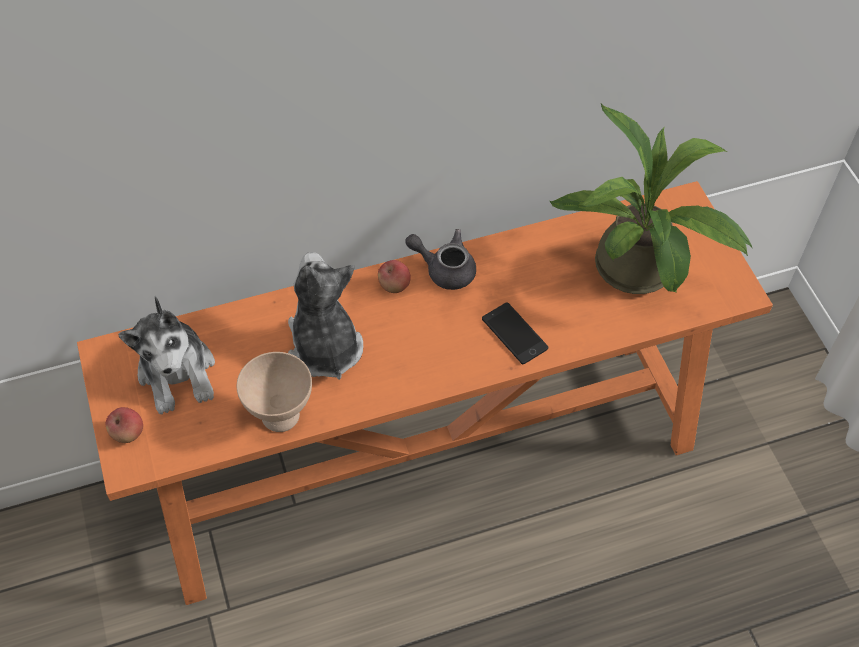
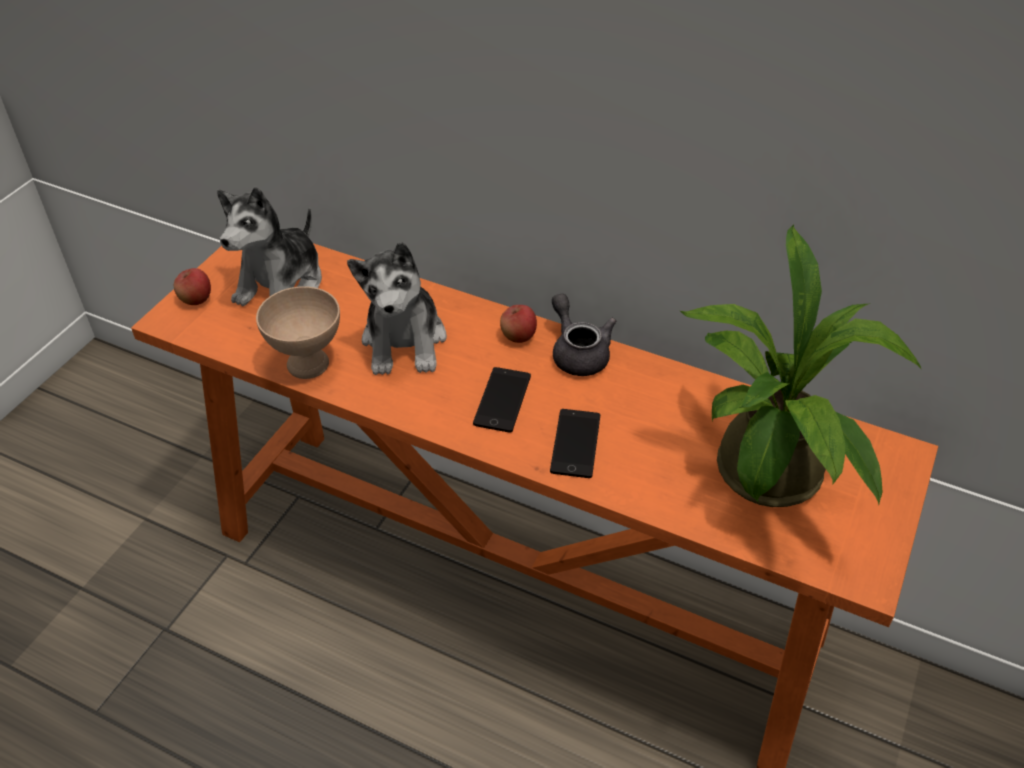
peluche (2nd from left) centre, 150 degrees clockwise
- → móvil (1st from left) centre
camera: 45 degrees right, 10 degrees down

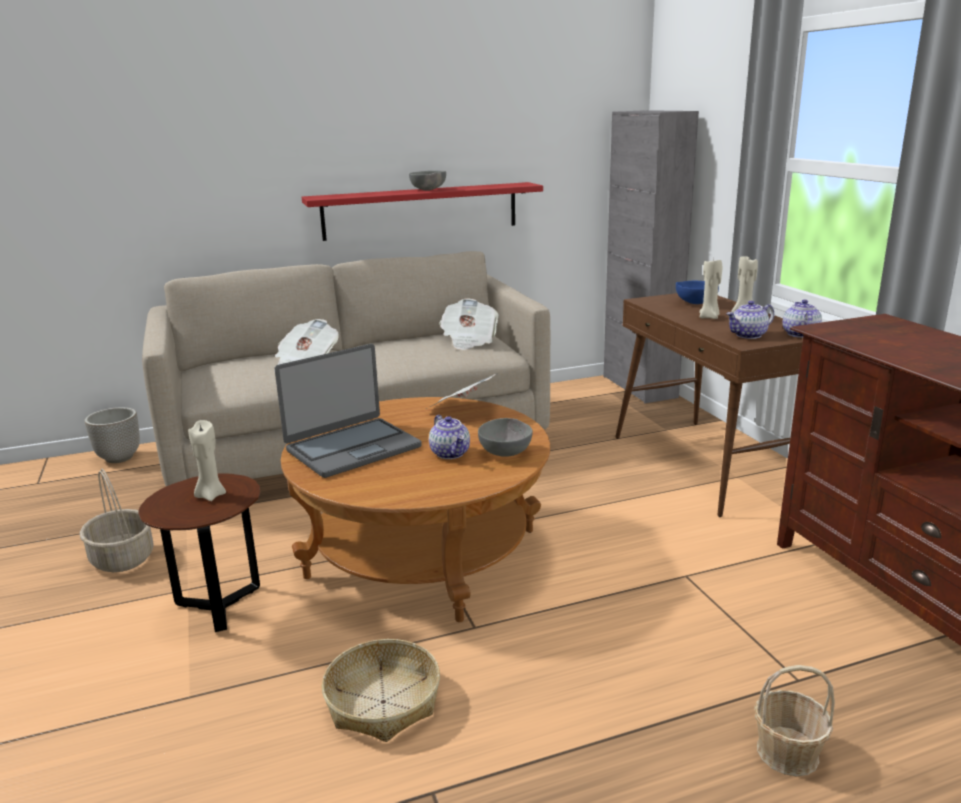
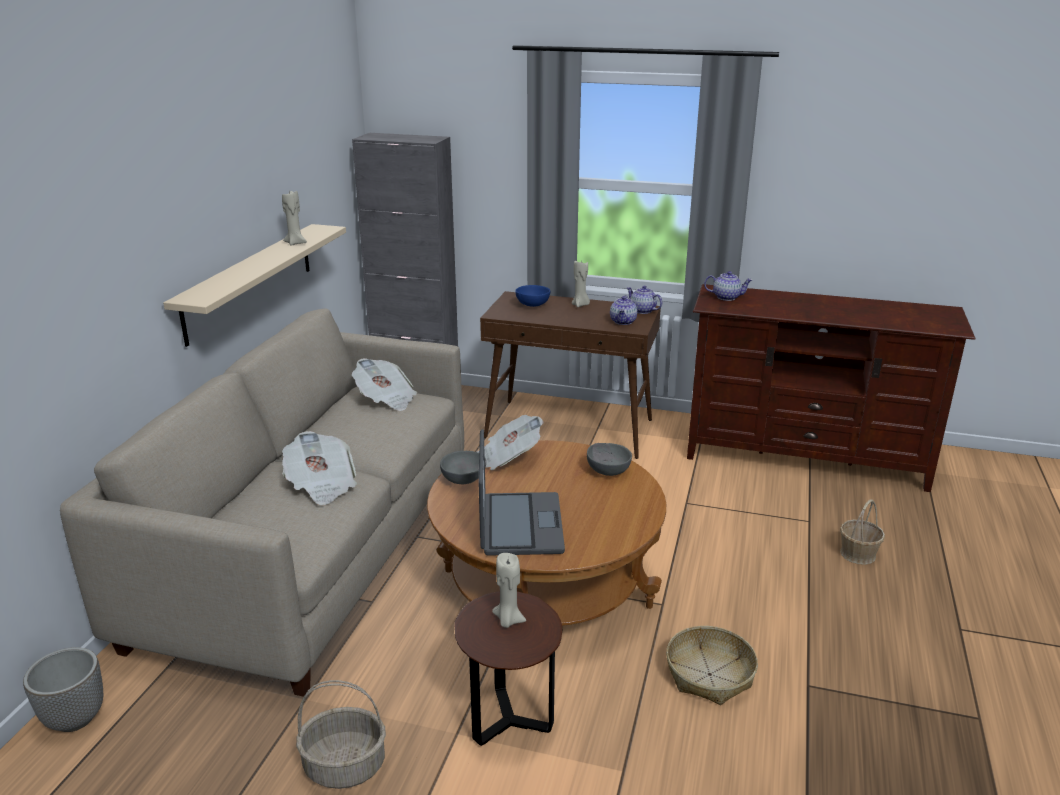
estante [rojo] top centre → estante [beis] middle left
vela [beis] (2nd from left in the first image) middle right → vela [beis] (1st from left) top left, move
cuenco [gris] (1st from left) top centre → cuenco [gris] (1st from left) centre, move
tetera (1st from left in the first image) centre → tetera (3rd from left) middle right, move
camera: 55 degrees left, 5 degrees up

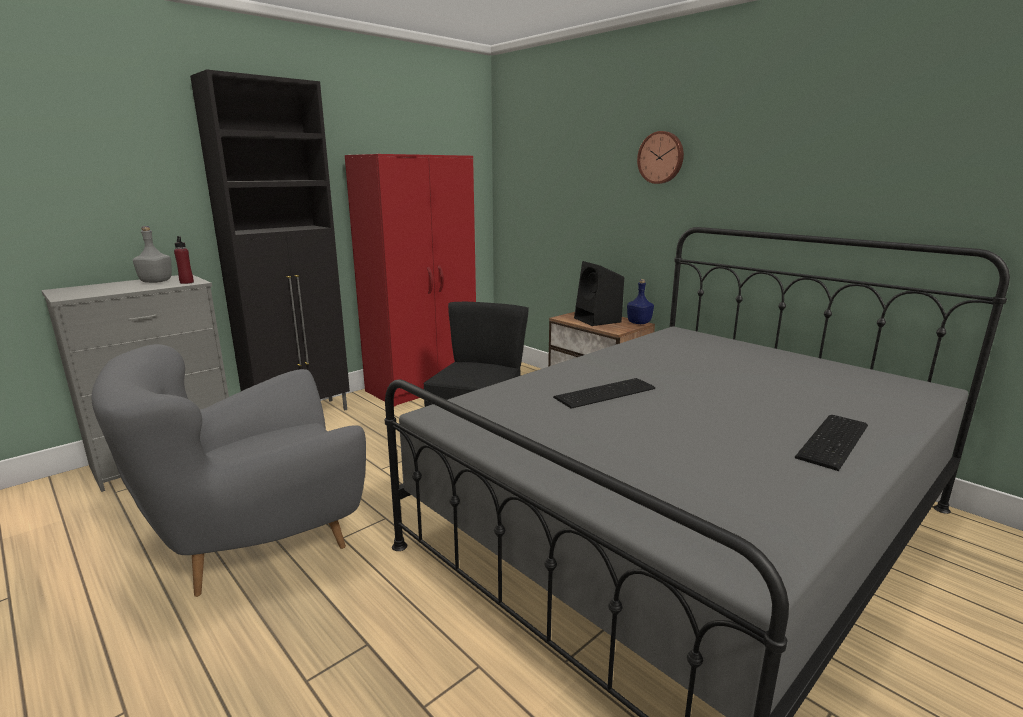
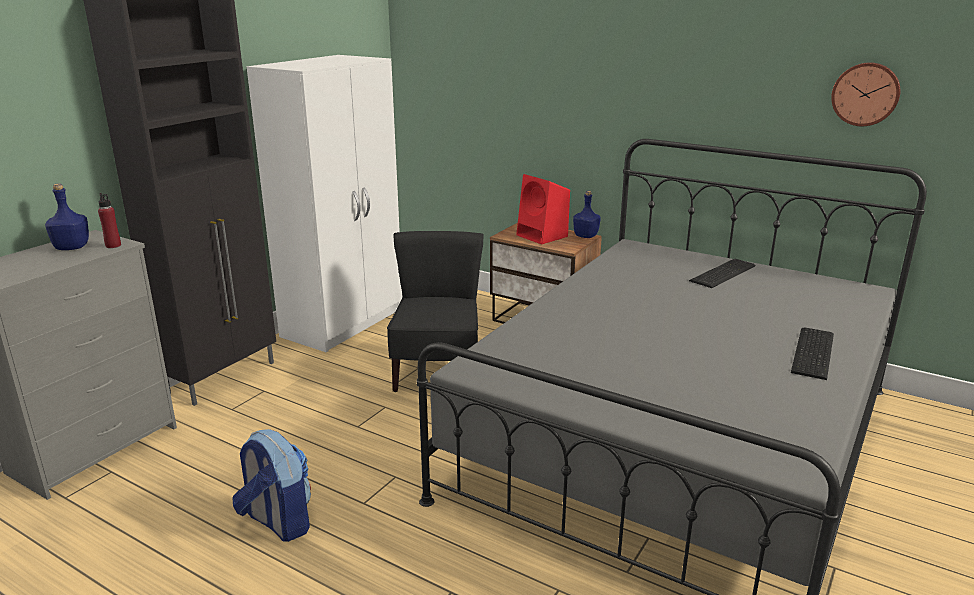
botella [gris] middle left → botella [azul] (1st from left) middle left
sillón [gris] middle left → mochila bottom left
armario ropero [rojo] centre → armario ropero [blanco] centre
altavoz [negro] centre → altavoz [rojo] centre
teclado (1st from left) centre → teclado (1st from left) middle right, move
reloj de pared top centre → reloj de pared top right, move
camera: 15 degrees left, 5 degrees up

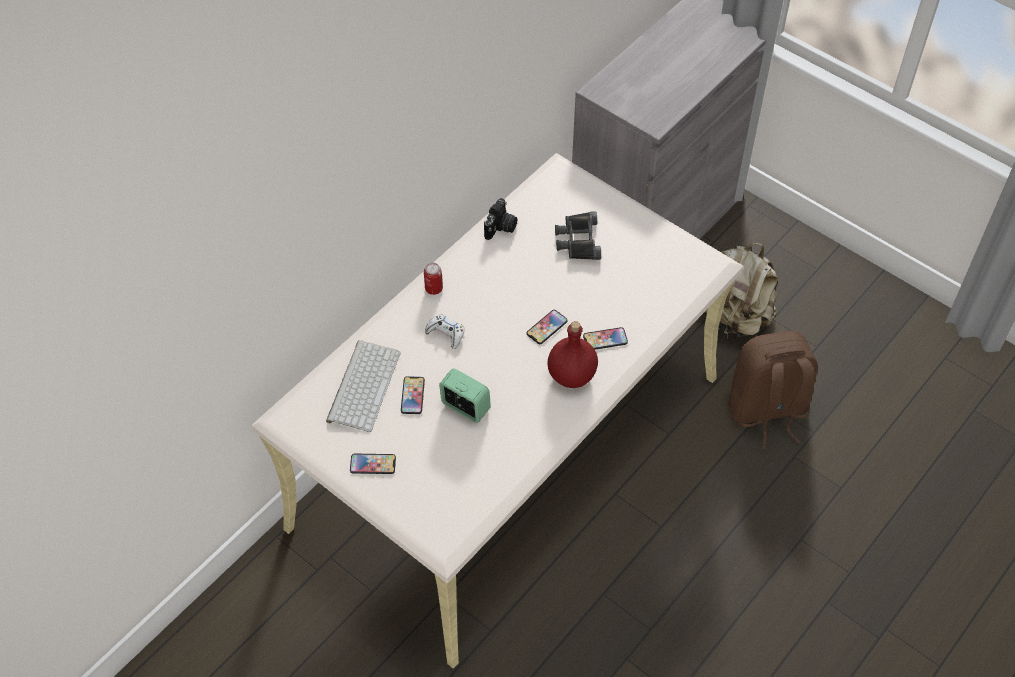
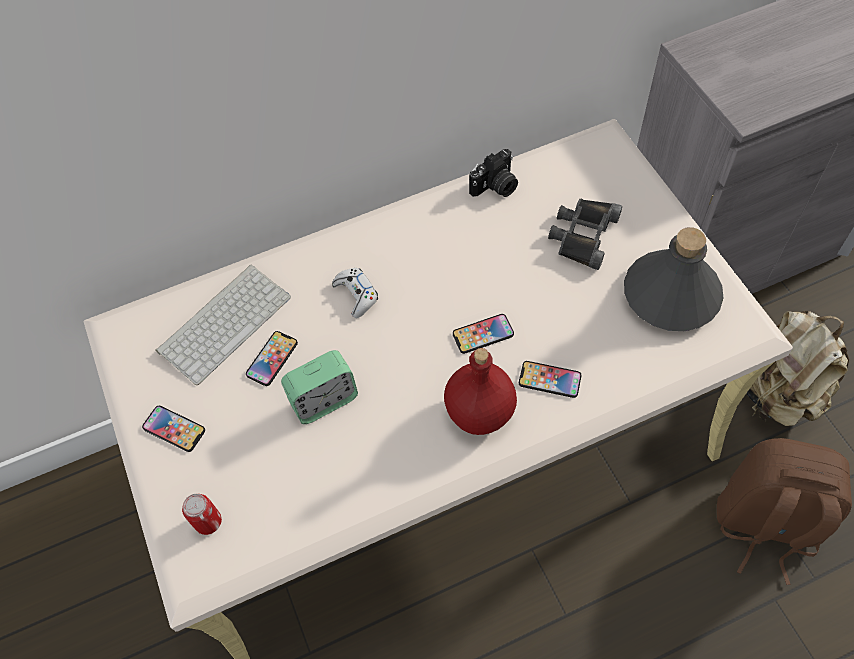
lata centre → lata bottom left, move
despertador centre, 90 degrees clockwise
- → botella [gris] middle right
camera: 30 degrees right, 5 degrees up

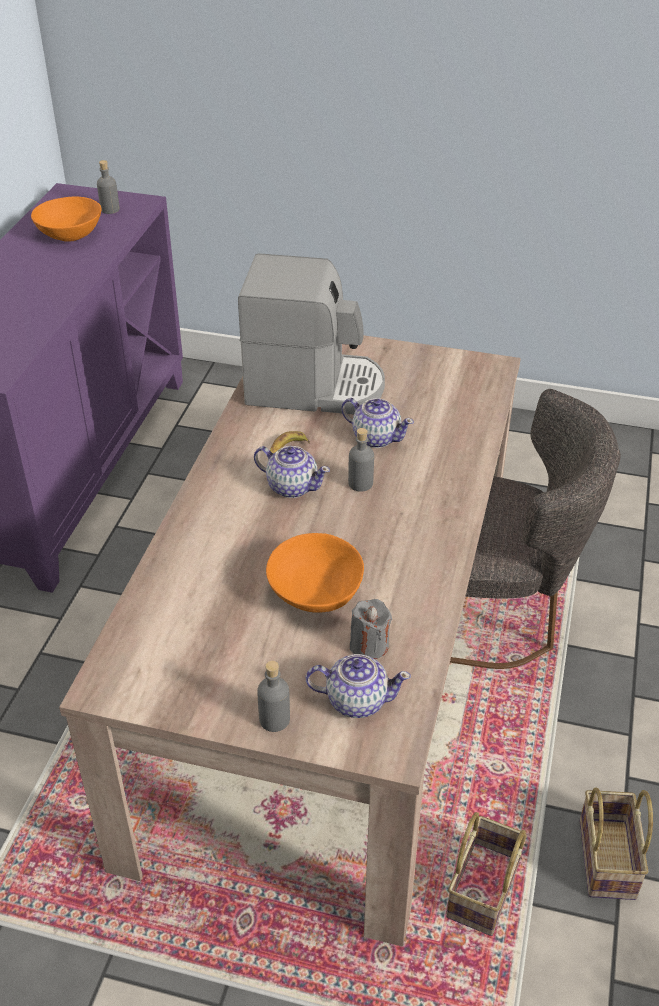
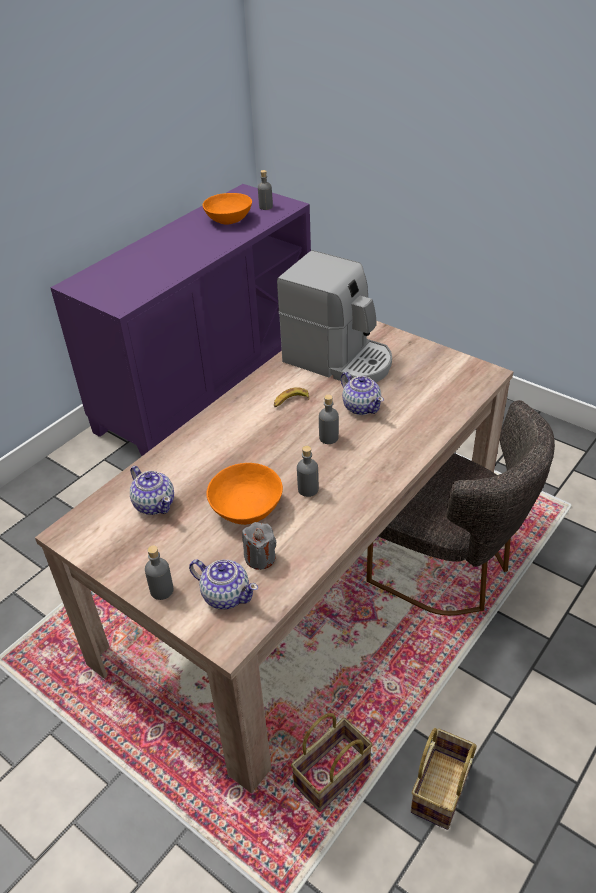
tetera (1st from left) centre → tetera (1st from left) middle left, move
- → botella [gris] (3rd from left) centre
camera: 25 degrees right, 0 degrees up

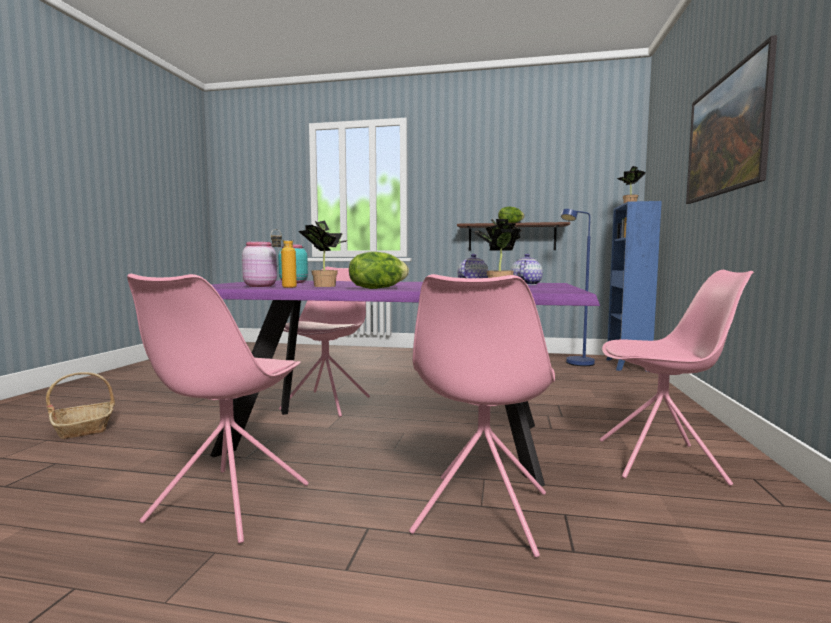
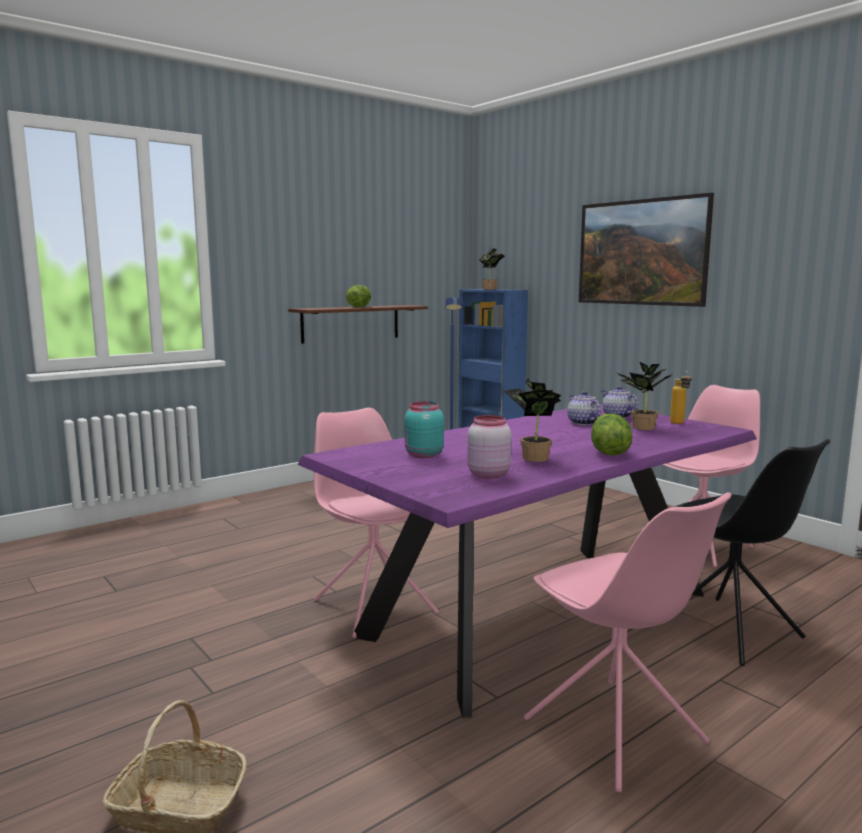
botella centre → botella middle right, move
silla [rosa] (3rd from left) bottom centre → silla [negro] middle right
camera: 50 degrees left, 5 degrees up

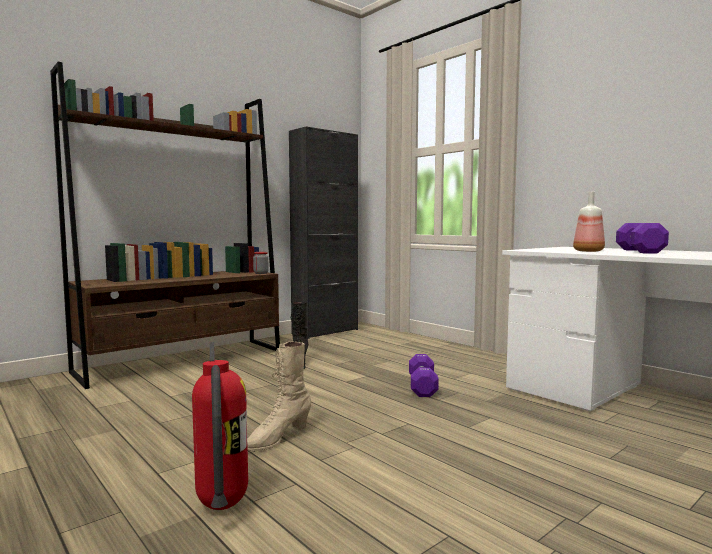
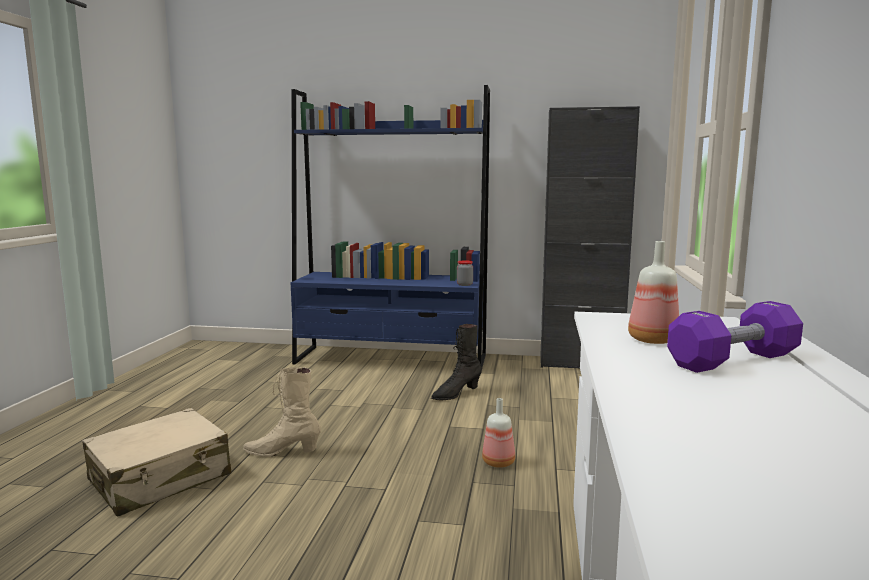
extintor bottom left → maleta [beis] bottom left
estantería [marrón] middle left → estantería [azul] centre
mancuerna [morado] (1st from left) bottom centre → botella (1st from left) bottom centre
camera: 50 degrees right, 5 degrees up

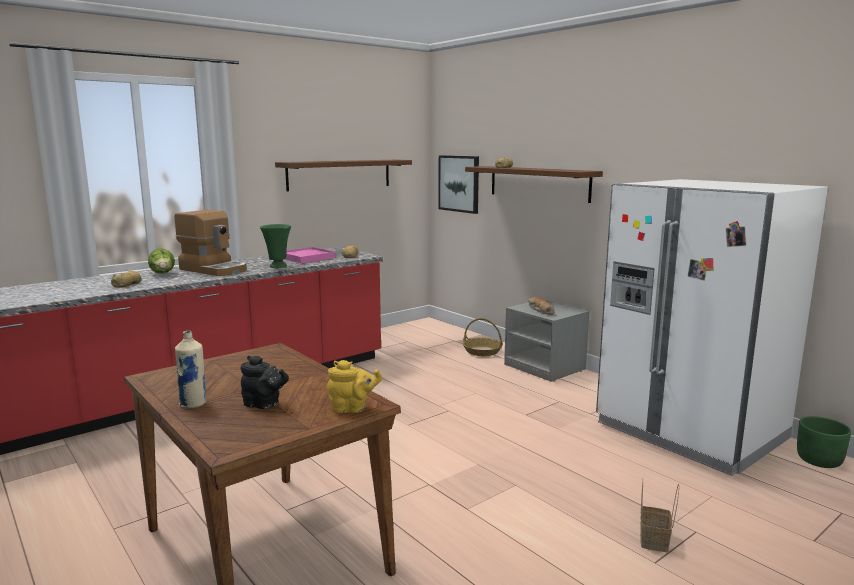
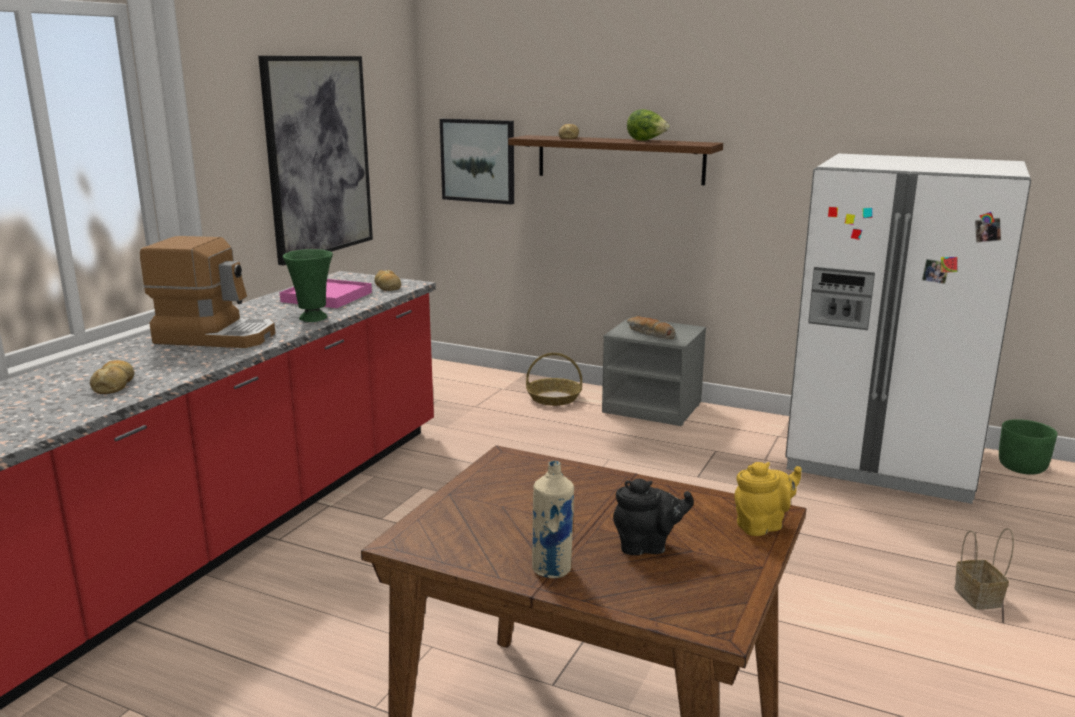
estante [marrón] (1st from left) top centre → cuadro (1st from left) top left
lechuga middle left → lechuga top centre, move
camera: 25 degrees left, 5 degrees up

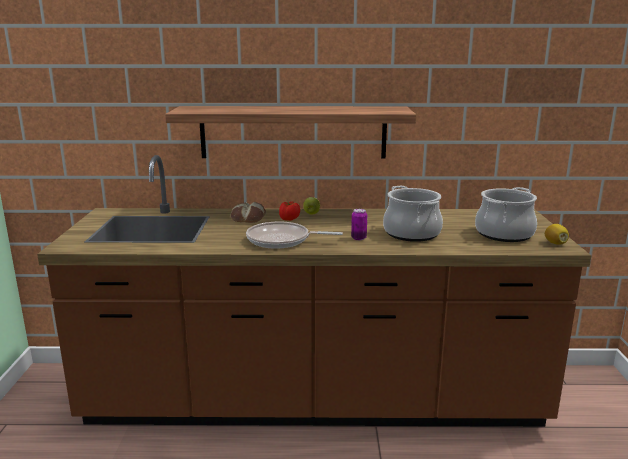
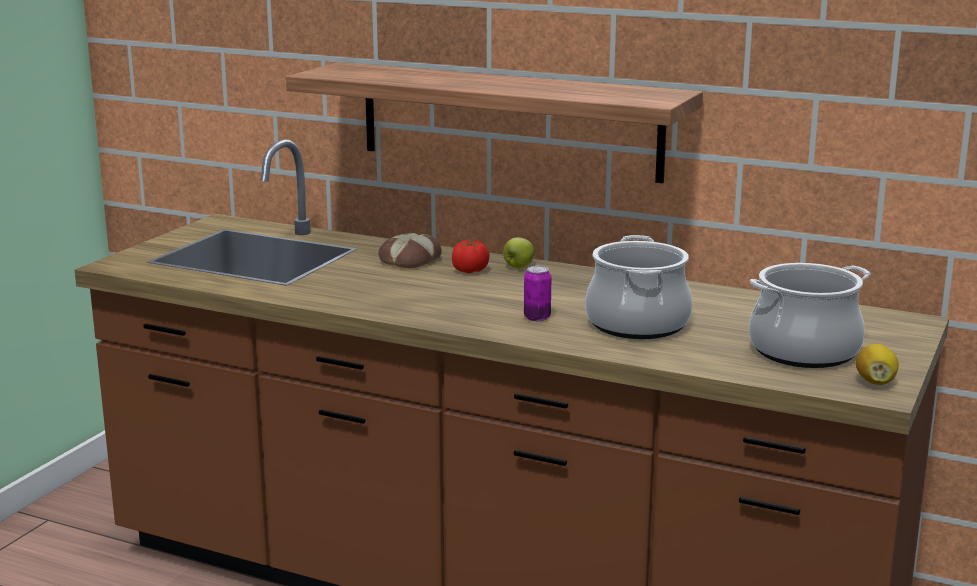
sartén centre → -
camera: 25 degrees right, 0 degrees up

